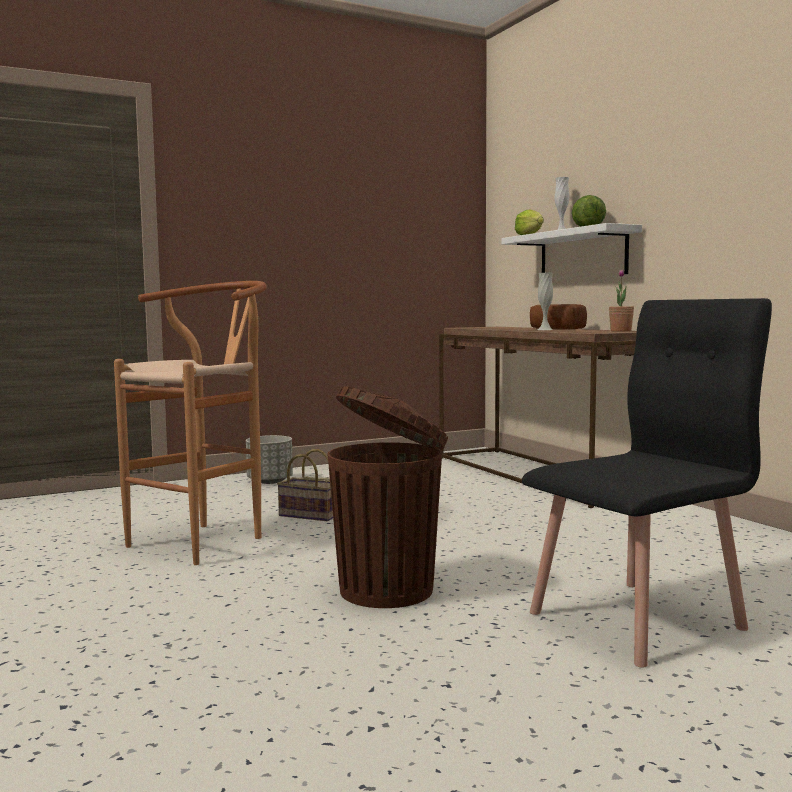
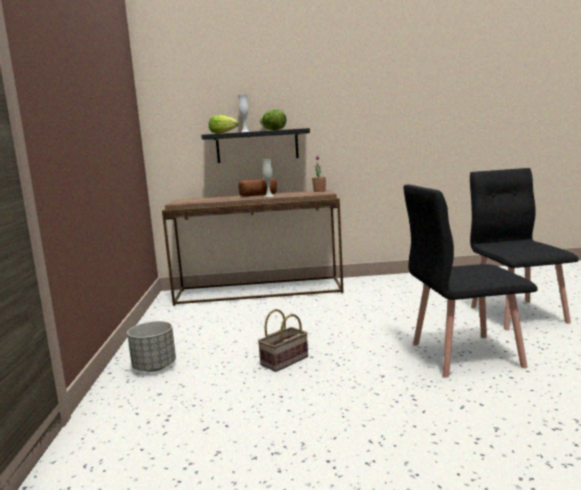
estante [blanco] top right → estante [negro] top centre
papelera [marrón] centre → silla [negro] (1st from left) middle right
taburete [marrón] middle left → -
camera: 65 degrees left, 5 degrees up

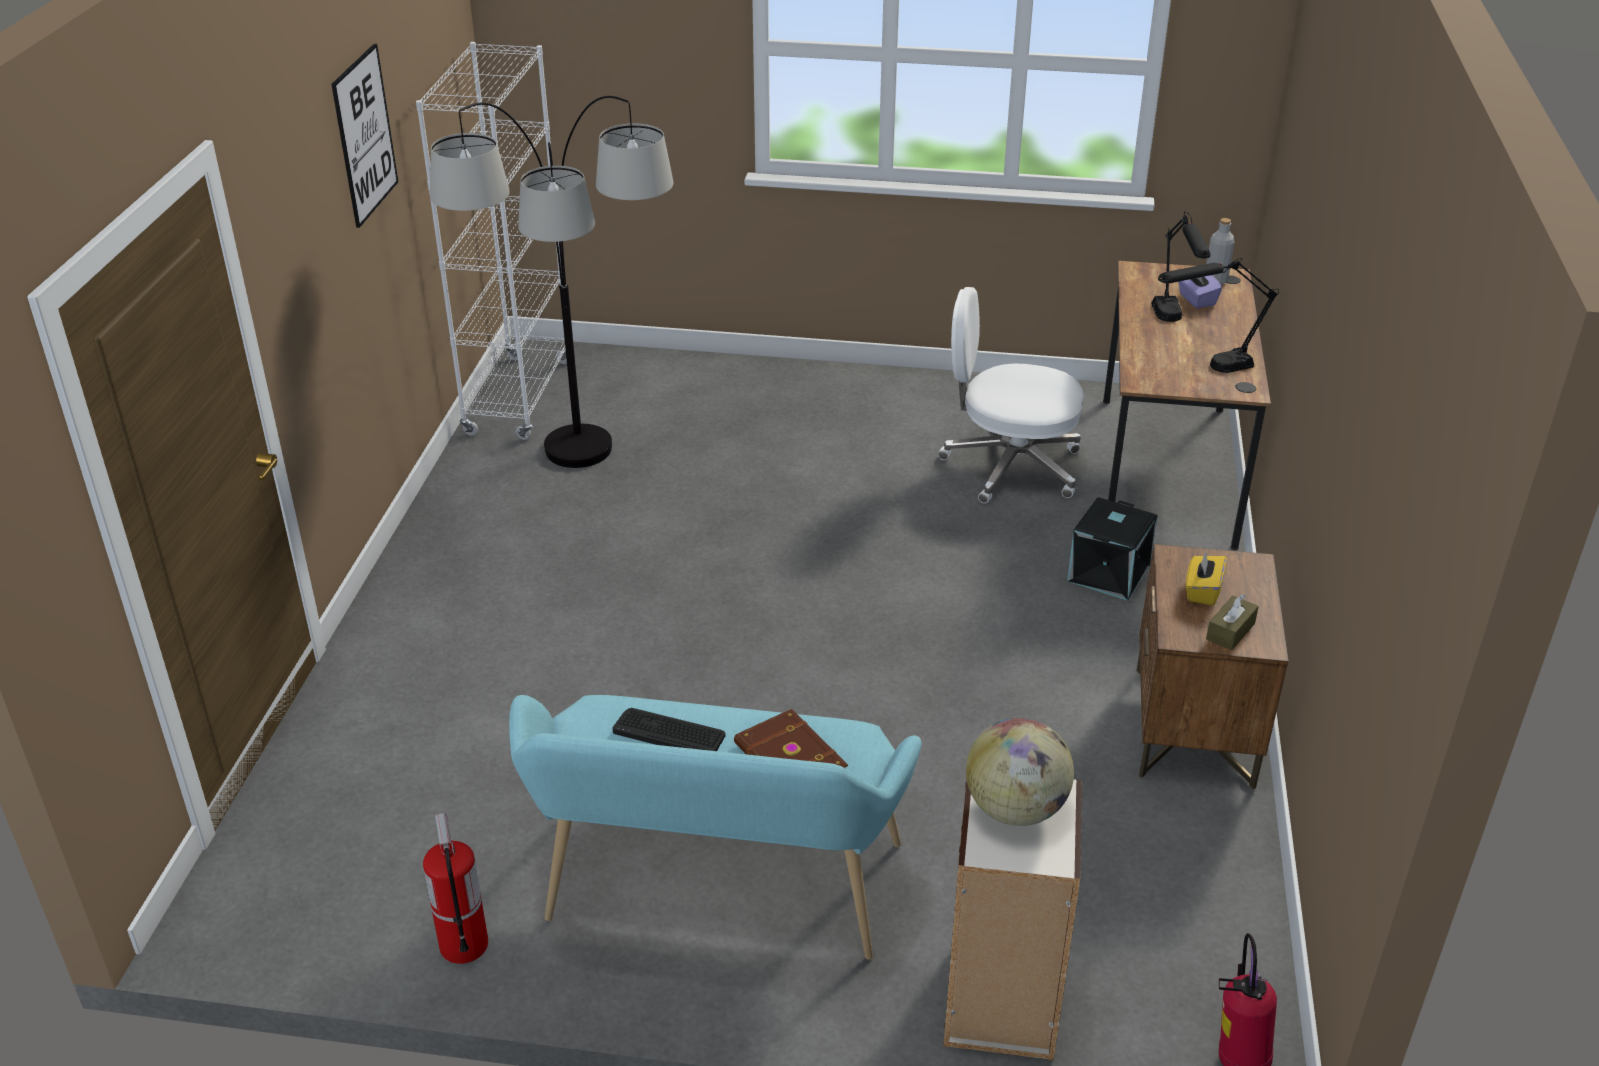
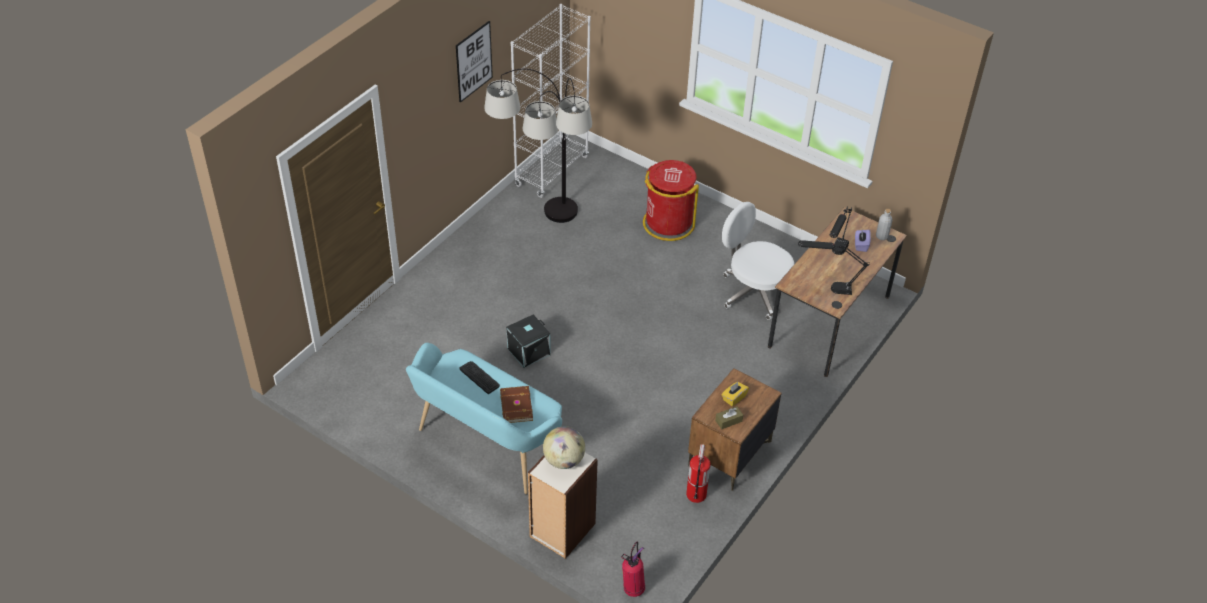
caja de almacenaje [negro] middle right → caja de almacenaje [negro] centre, move
- → papelera [rojo] top centre
extintor (1st from left in the first image) bottom left → extintor (2nd from left) bottom centre, move
camera: 25 degrees right, 10 degrees up

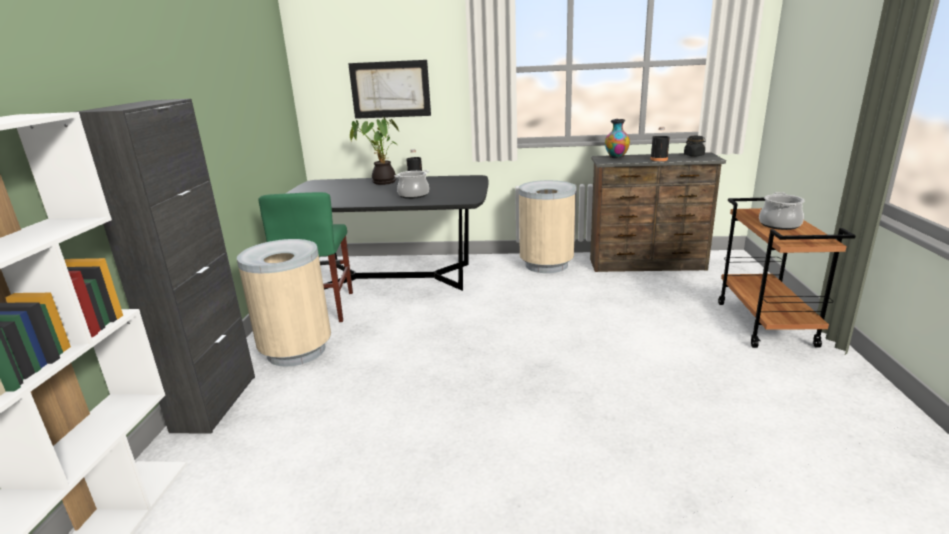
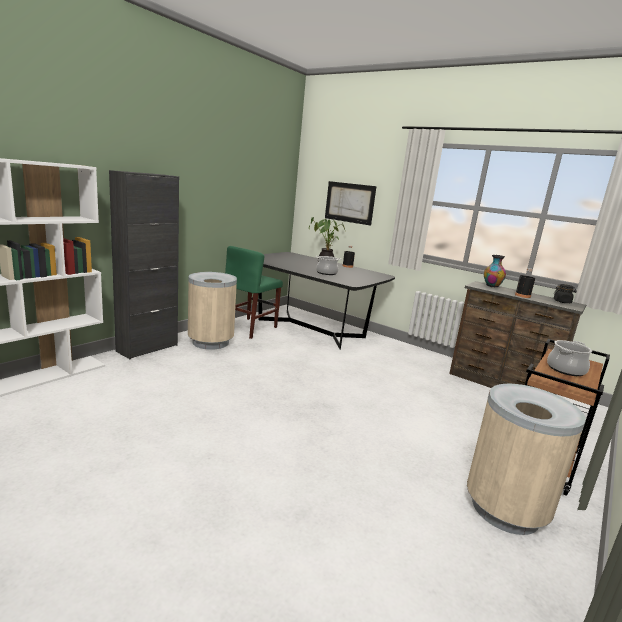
papelera [beis] (2nd from left) centre → papelera [beis] (2nd from left) bottom right, move
camera: 30 degrees right, 5 degrees down

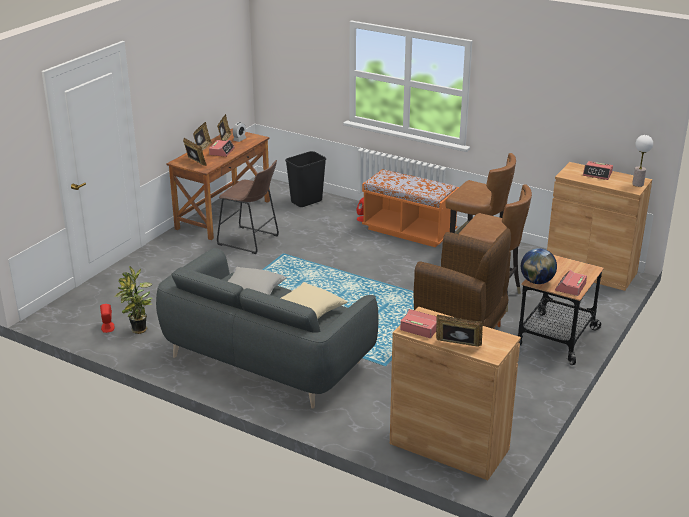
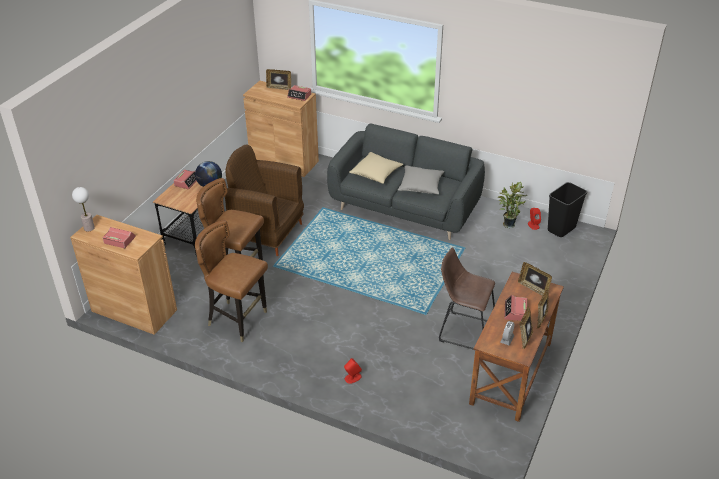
papelera [negro] centre → papelera [negro] middle right, move
banco [naranja] centre → -
camera: 175 degrees right, 10 degrees up

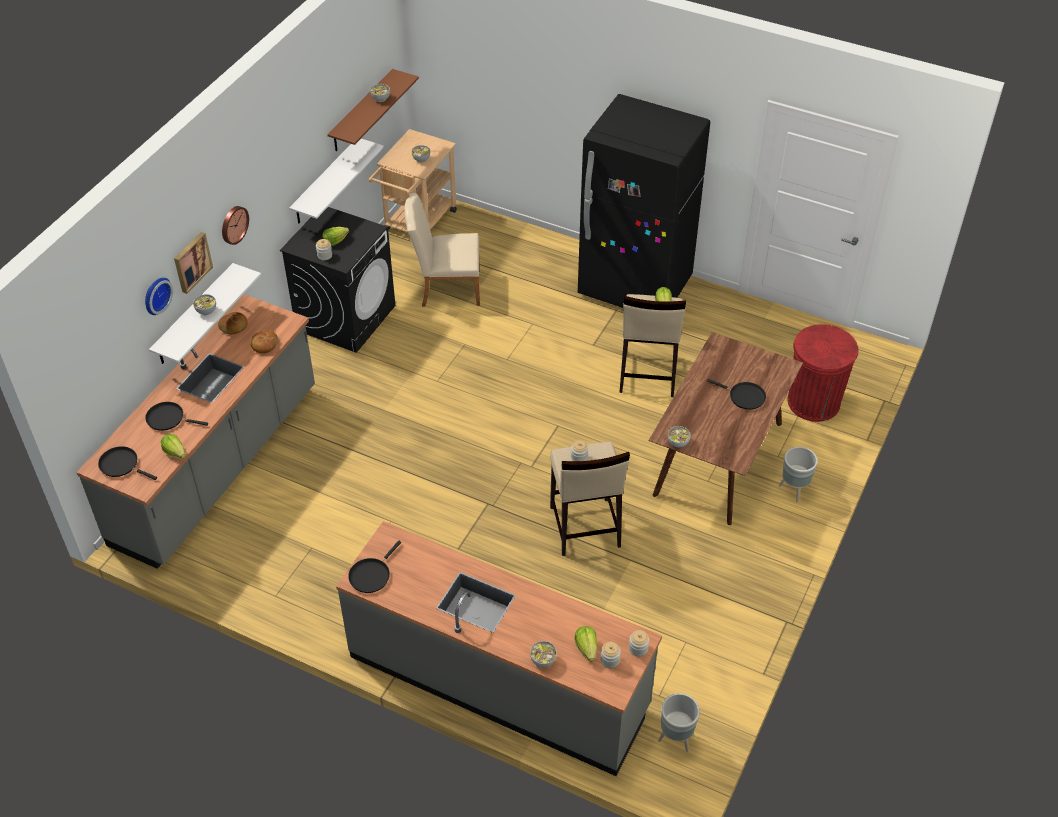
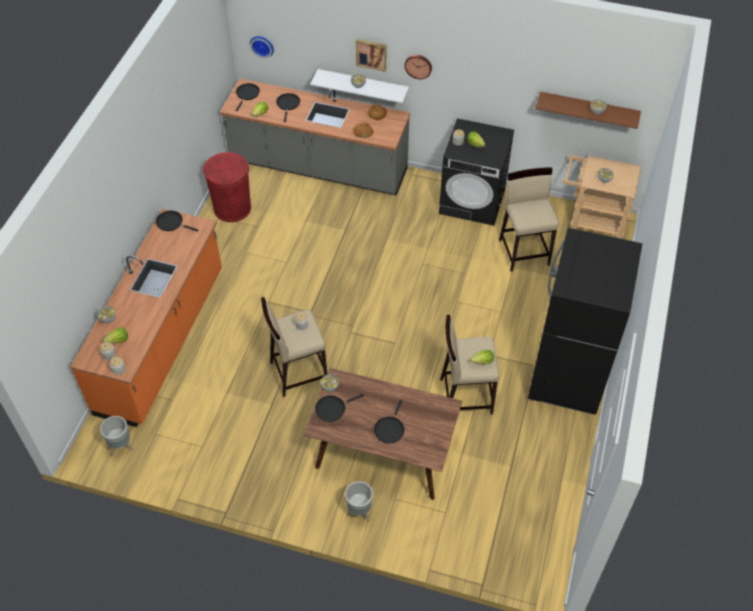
mueble bajo de cocina [gris] (2nd from left) bottom centre → mueble bajo de cocina [naranja] middle left
papelera [rojo] middle right → papelera [rojo] top left, move
reloj de pared (1st from left) middle left → reloj de pared (1st from left) top centre, move
- → sartén [negro] (4th from left) bottom centre
silla [beis] top centre → taburete [beis] (3rd from left) middle right
estante [blanco] (2nd from left) top left → -
camera: 80 degrees right, 5 degrees up

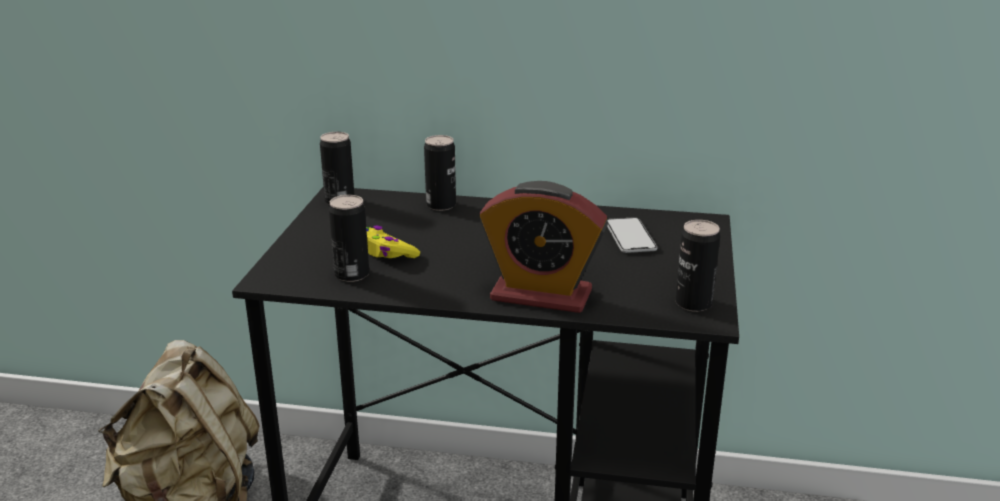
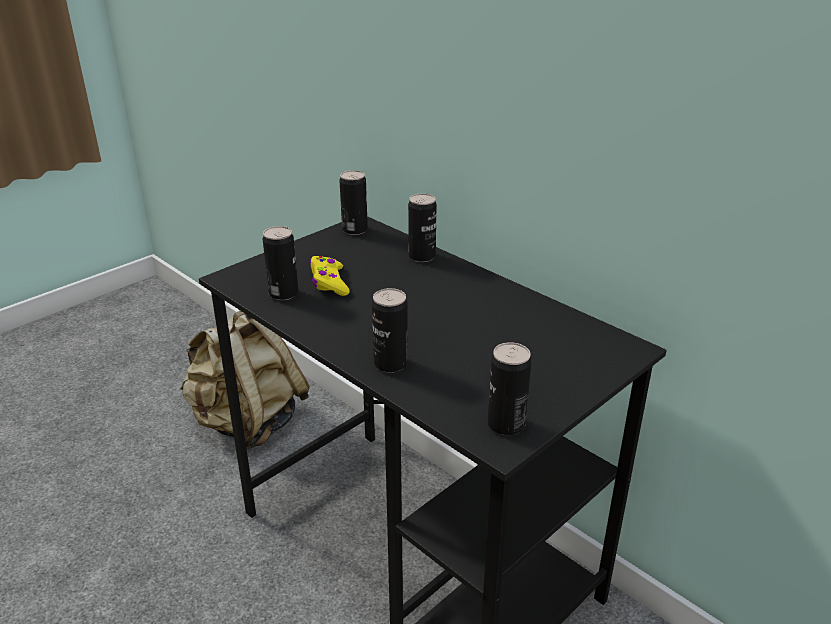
despertador centre → lata (3rd from left) centre
móvil centre → -
camera: 35 degrees right, 5 degrees up

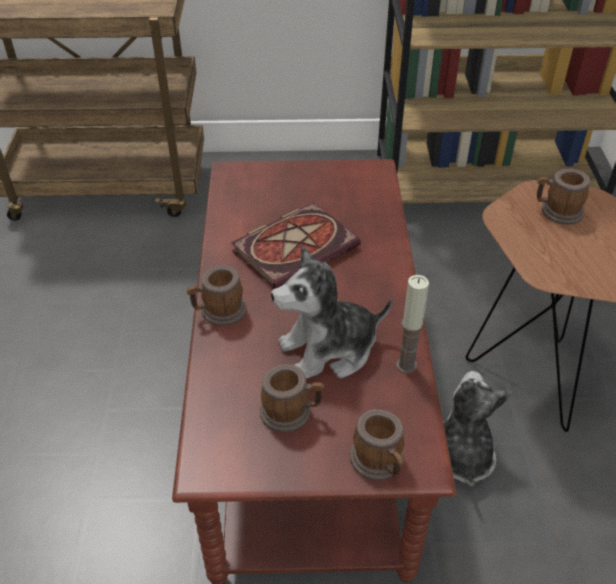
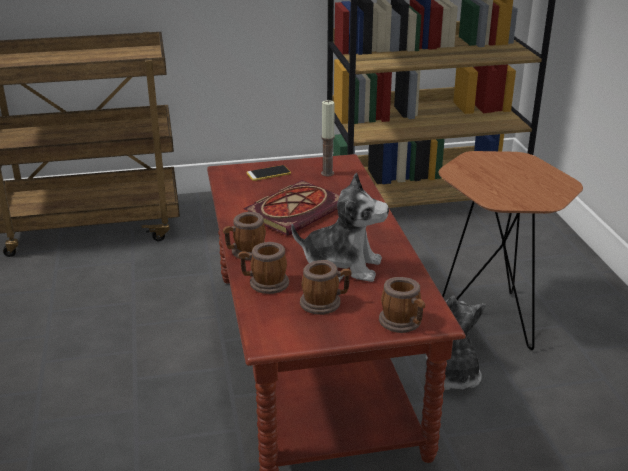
taza grande (4th from left in the first image) middle right → taza grande (2nd from left) centre, move
- → móvil centre
peluche (1st from left) centre, 135 degrees counterclockwise
vela middle right → vela top centre, move
camera: 10 degrees left, 15 degrees down

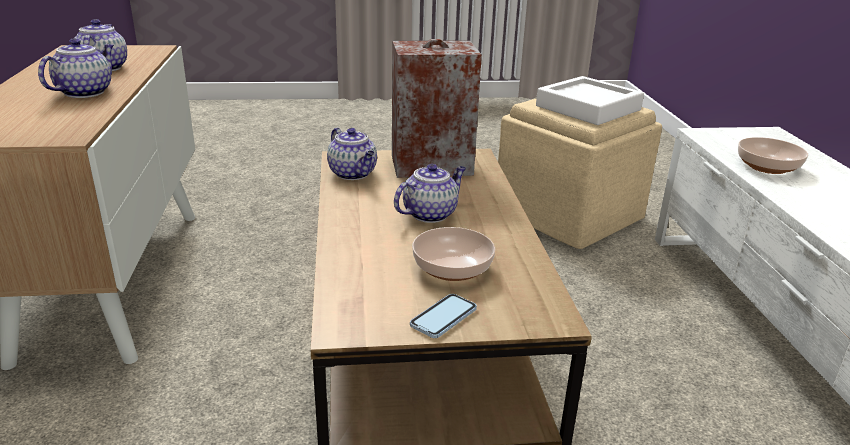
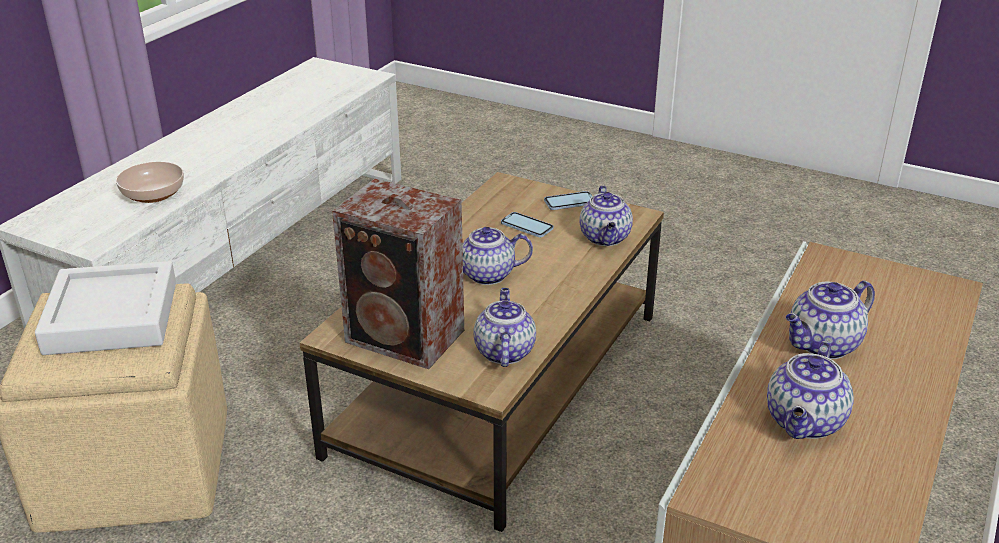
cuenco (1st from left) centre → móvil (1st from left) centre
- → tetera (3rd from left) centre
camera: 145 degrees left, 5 degrees up

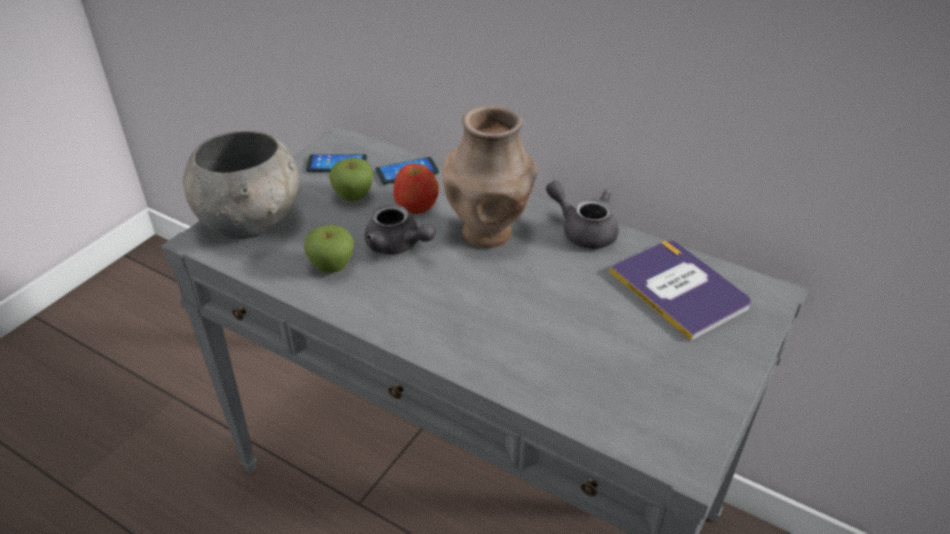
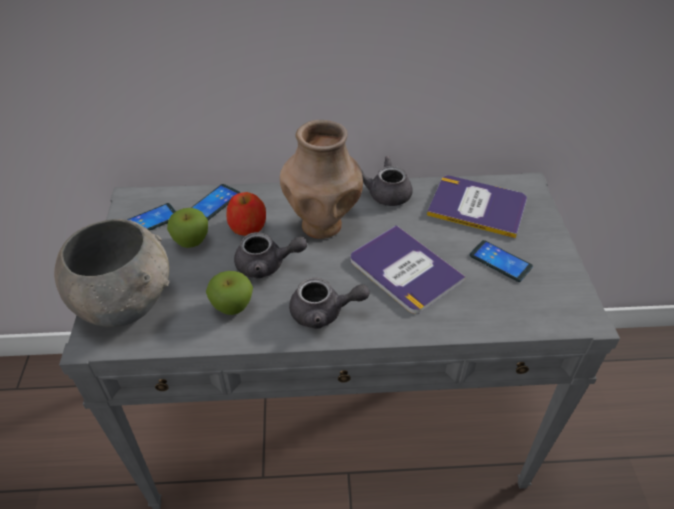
- → tetera [gris] (2nd from left) centre
- → libro (1st from left) centre
- → móvil (3rd from left) middle right
camera: 35 degrees left, 5 degrees up

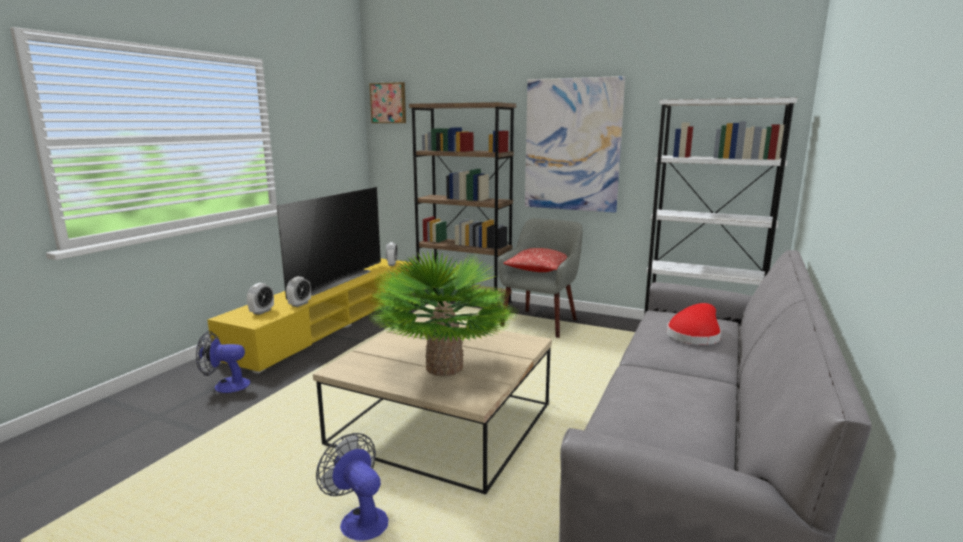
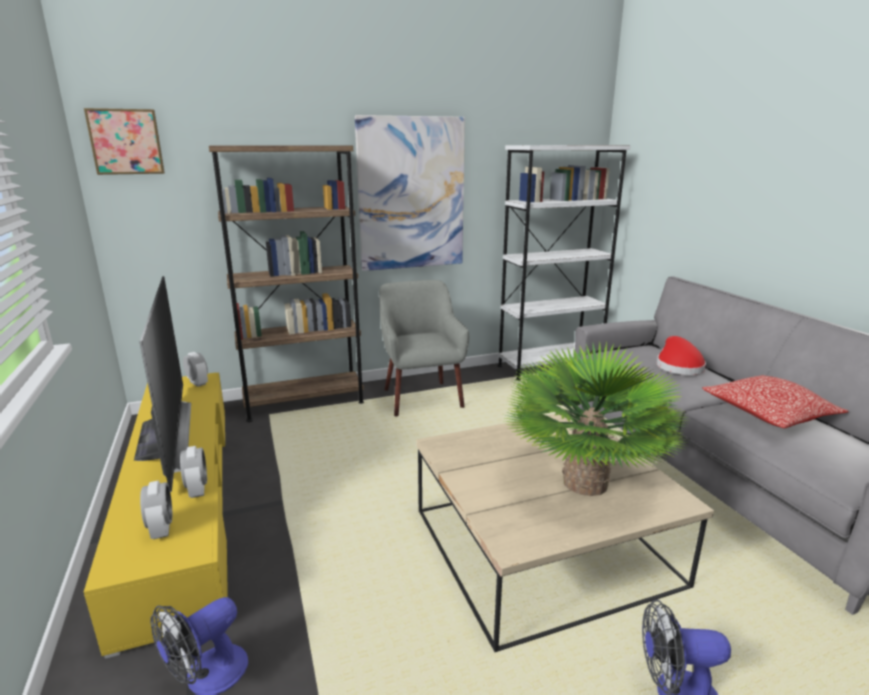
cojín centre → cojín middle right, move
camera: 45 degrees left, 5 degrees up

